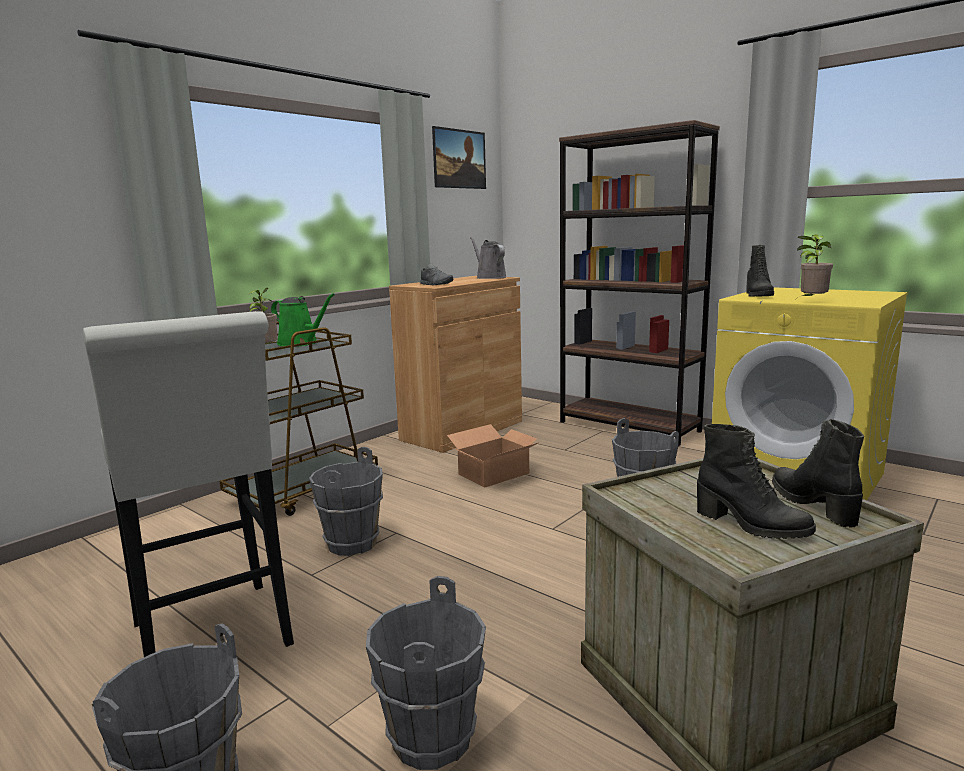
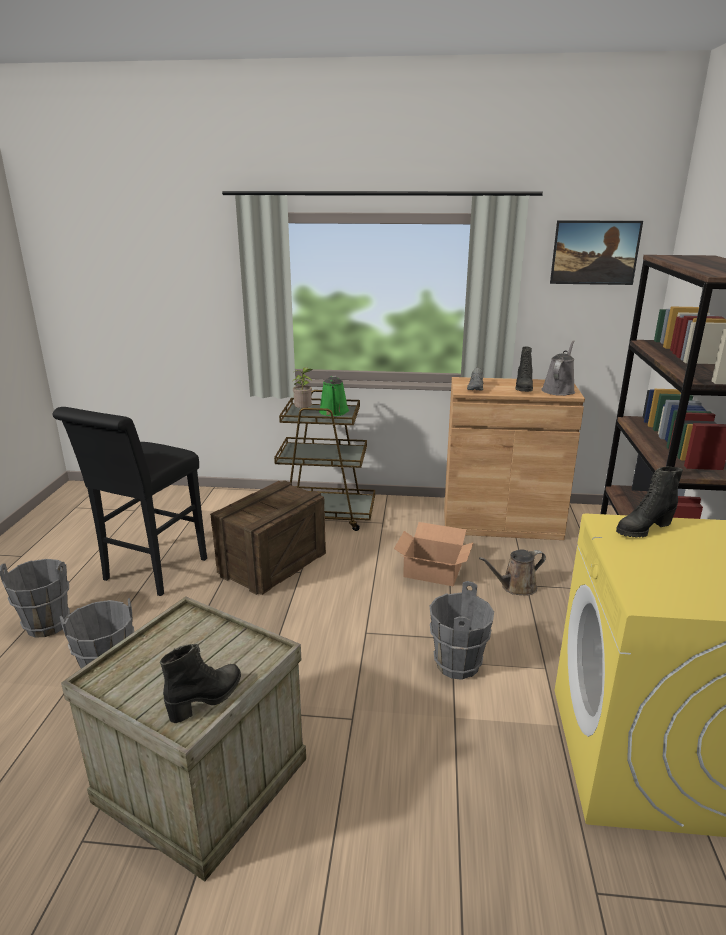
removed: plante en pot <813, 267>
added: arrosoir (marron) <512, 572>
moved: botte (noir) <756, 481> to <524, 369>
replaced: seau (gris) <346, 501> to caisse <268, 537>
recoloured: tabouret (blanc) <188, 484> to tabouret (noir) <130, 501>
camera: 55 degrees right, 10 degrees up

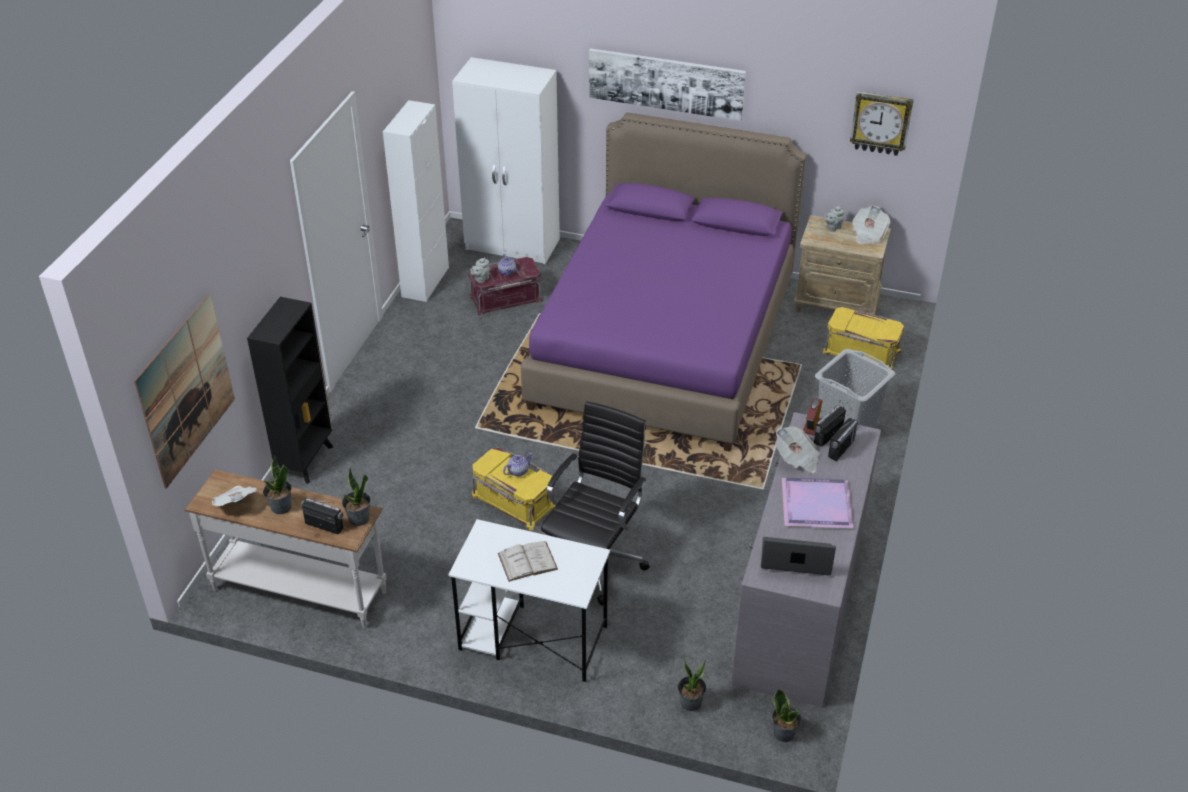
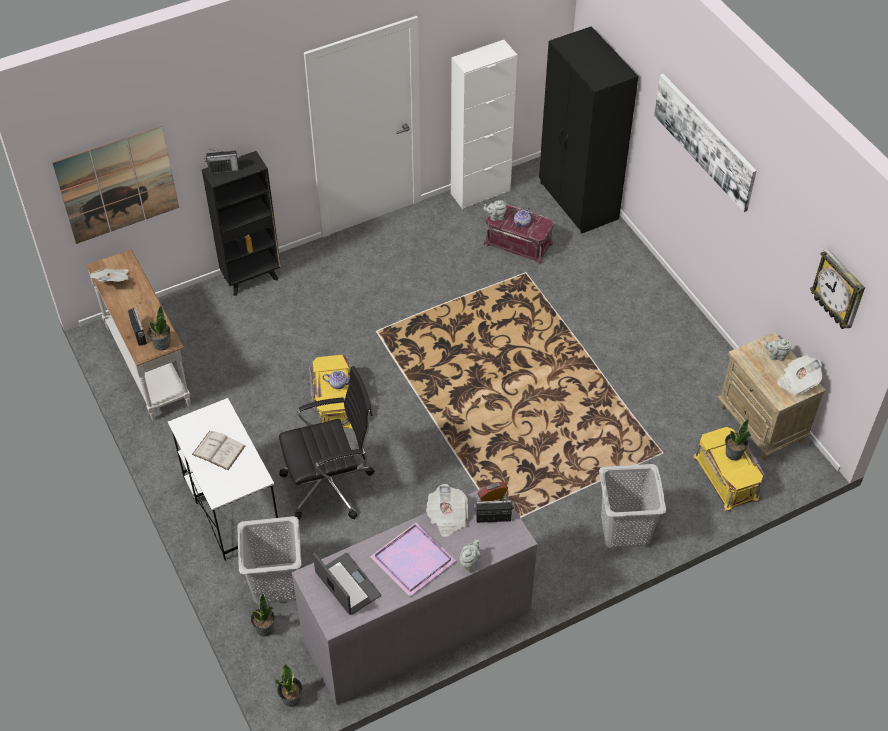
removed: lit (violet) <663, 282>
added: panier à linge (gris) <269, 560>; théière (gris) <470, 556>
moved: plante en pot <277, 485> to <738, 440>; radio <843, 439> to <222, 161>
recoloured: armoire (blanc) <506, 160> to armoire (noir) <588, 130>
camera: 45 degrees right, 10 degrees up

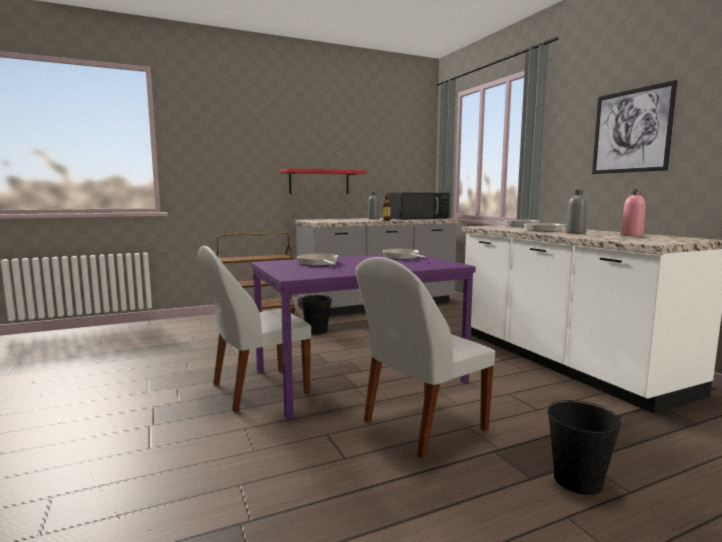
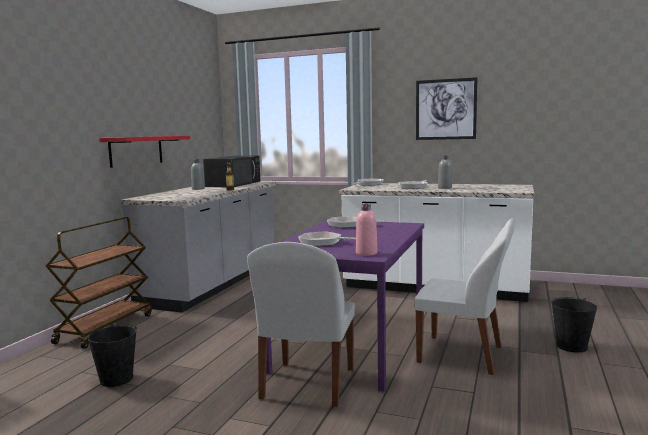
moved: seau (noir) <316, 314> to <112, 356>; bouteille (rose) <633, 213> to <366, 229>
turned: chaise (blanc) <425, 358> = <464, 296> 75 degrees counterclockwise
camera: 45 degrees left, 0 degrees up

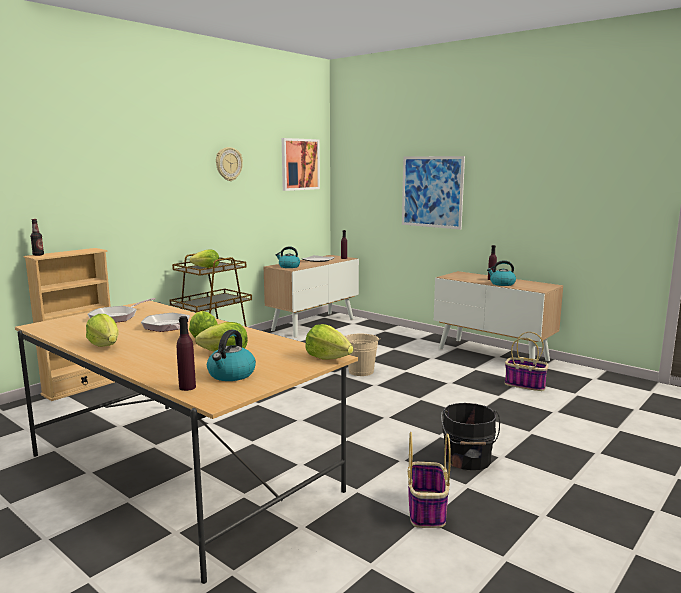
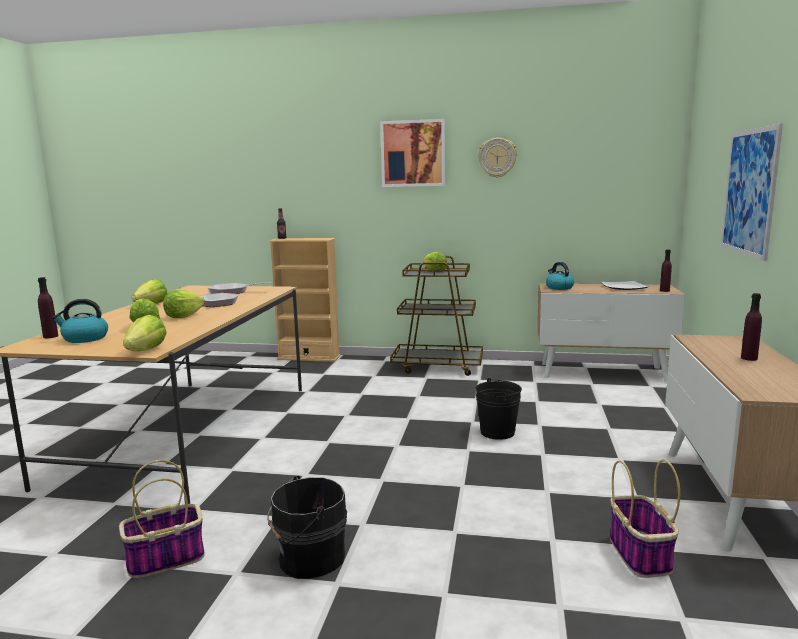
removed: bouilloire <501, 273>
moved: tableau <301, 164> to <412, 153>
recoloured: seau (beige) <363, 355> to seau (noir) <499, 409>
camera: 60 degrees right, 0 degrees up

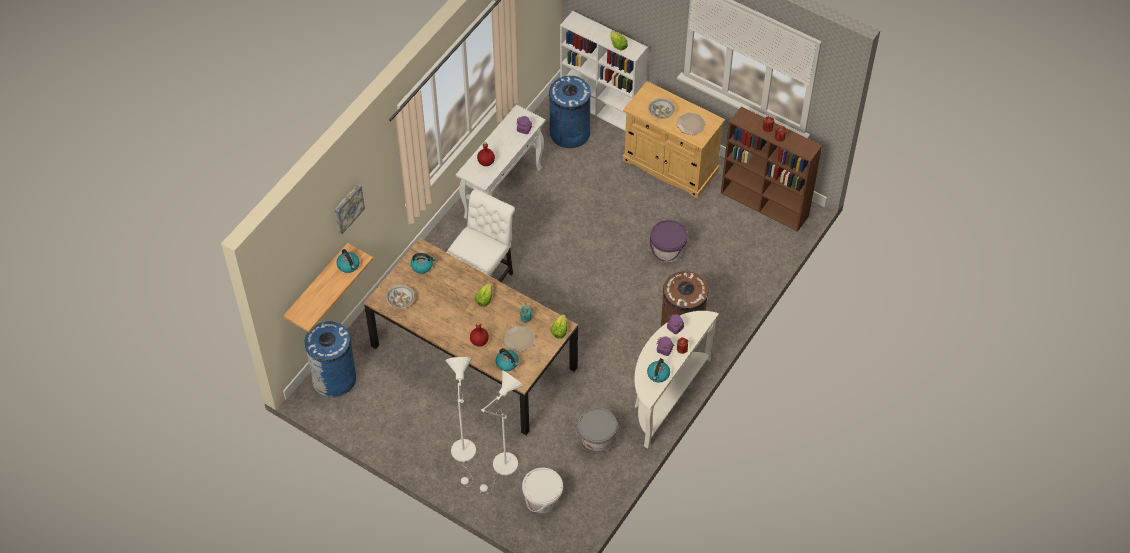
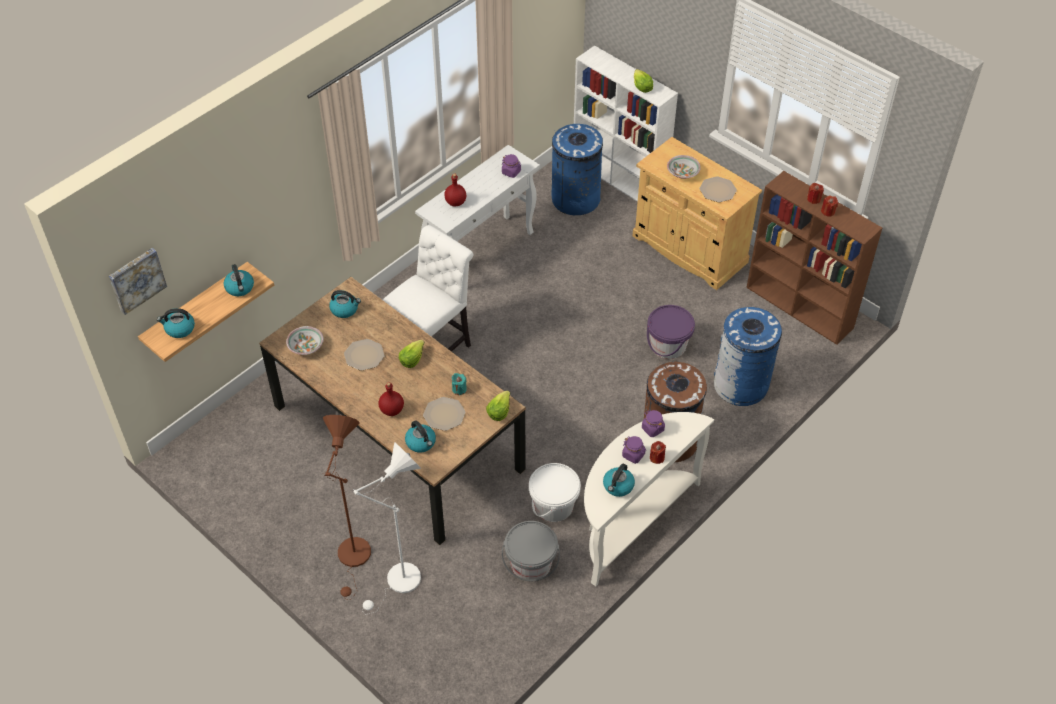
added: bouilloire <176, 323>; assiette <364, 355>
moved: poubelle (bleu) <330, 359> to <748, 356>; tableau <350, 209> to <138, 281>; seau (blanc) <542, 490> to <555, 492>
recoloured: lampadaire (blanc) <461, 421> to lampadaire (marron) <347, 507>
camera: 10 degrees right, 5 degrees down

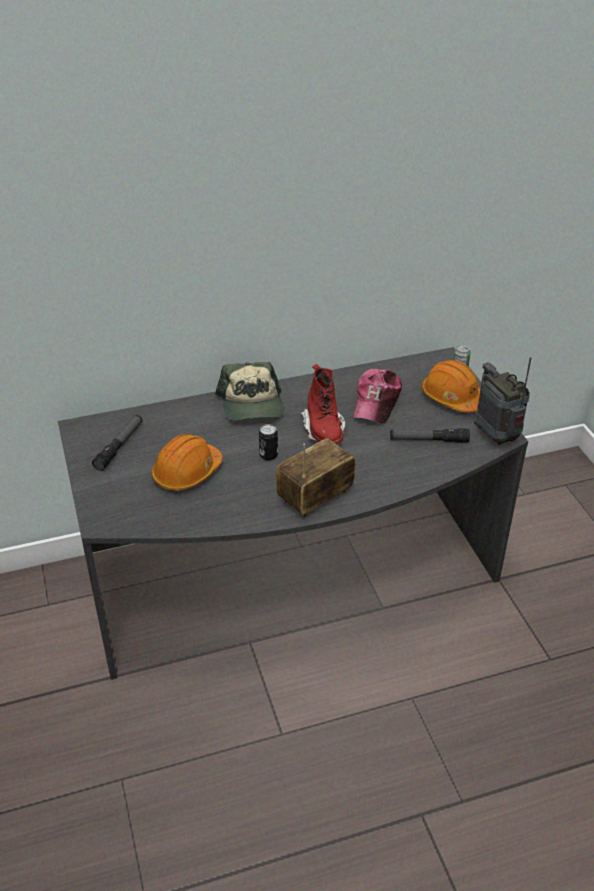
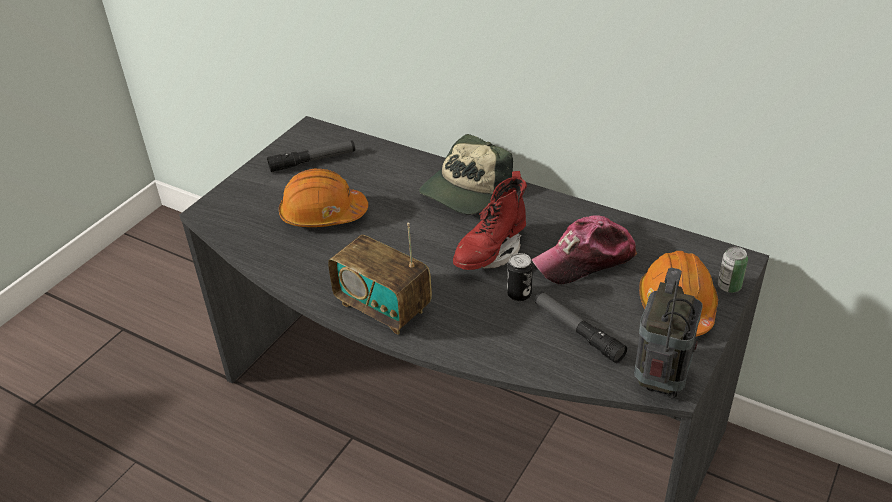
moved: boîte métallique <268, 442> to <520, 277>
turned: radio <315, 478> = <380, 279> 150 degrees counterclockwise
camera: 50 degrees right, 0 degrees up

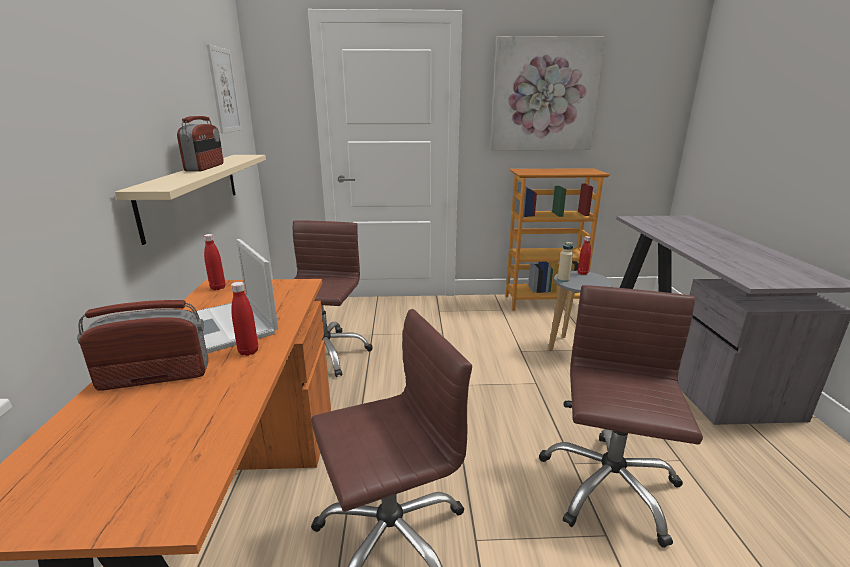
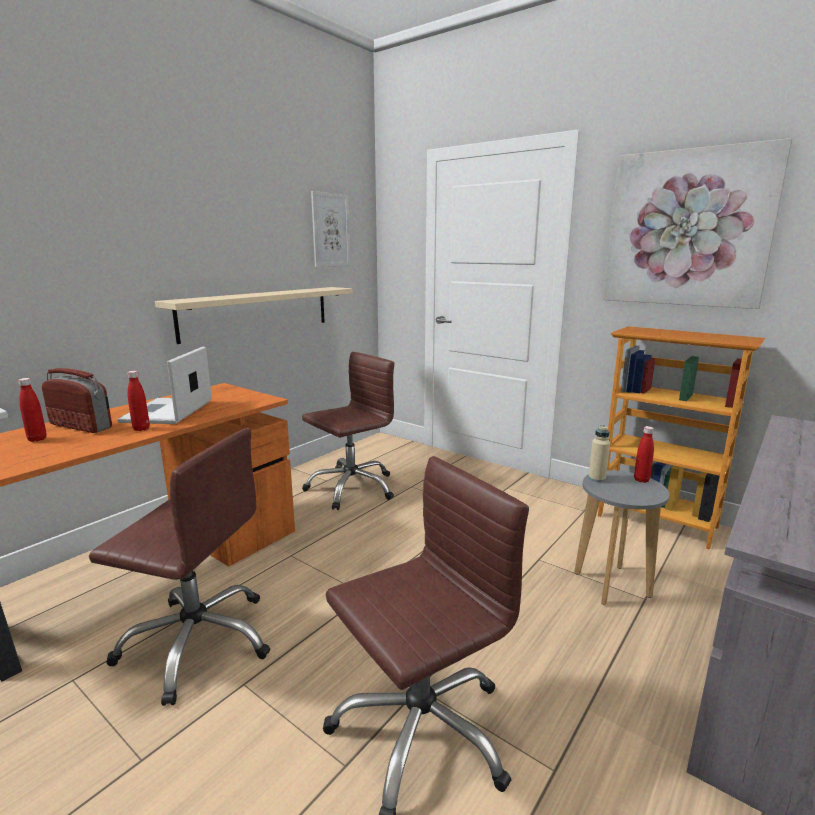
removed: radio <200, 144>
moved: bouteille (rouge) <214, 262> to <32, 410>
camera: 40 degrees right, 5 degrees down

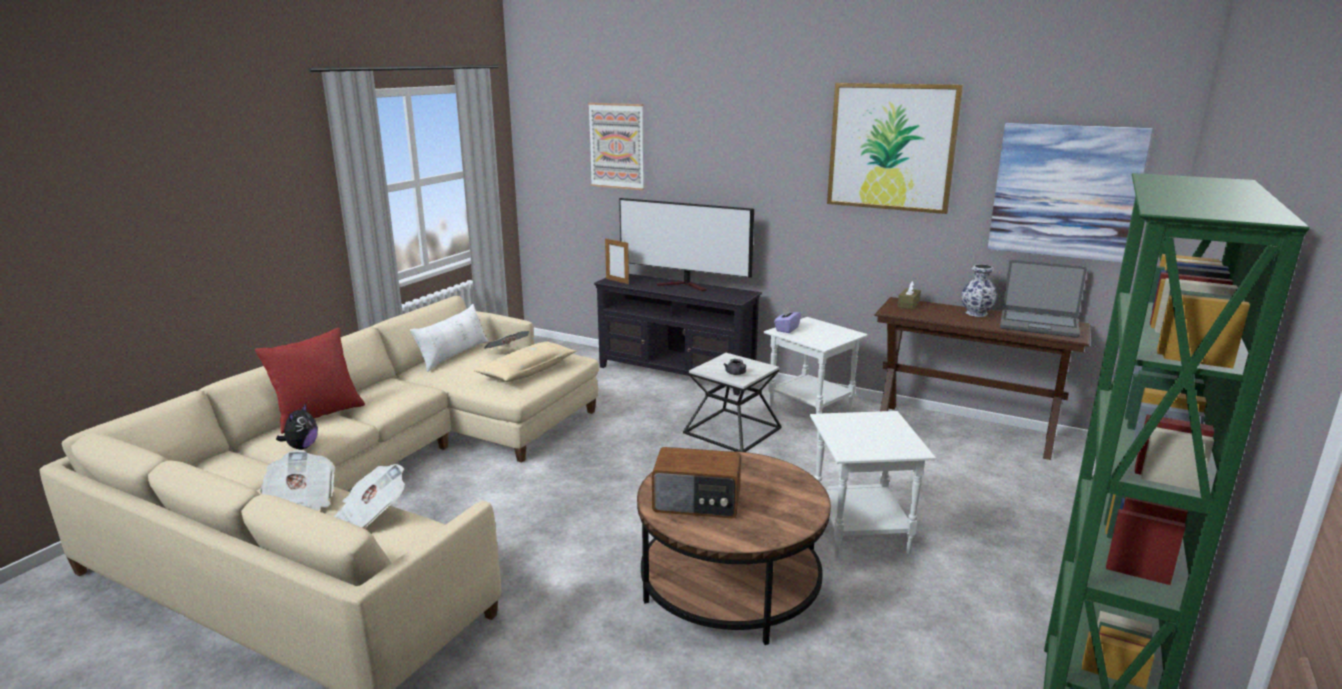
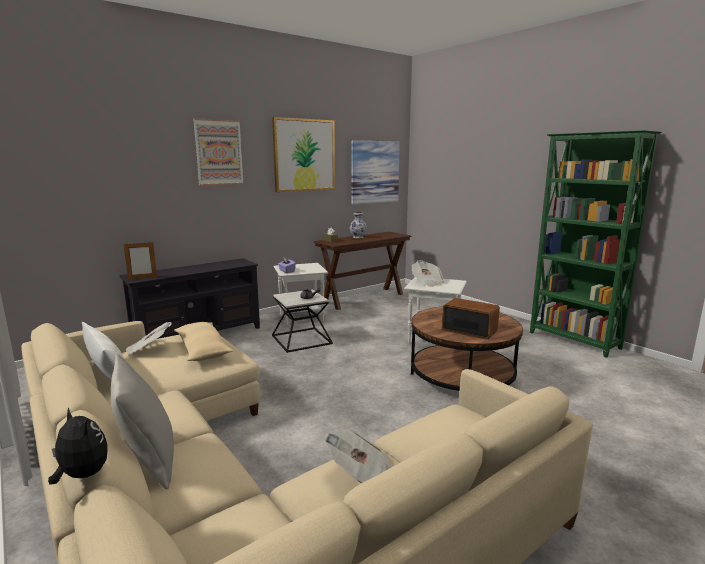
removed: téléviseur <686, 244>; ordinateur portable <1043, 299>
moved: peluche <297, 426> to <78, 445>; journal <369, 496> to <428, 273>; tableau <616, 146> to <218, 152>
recoloured: coussin (rouge) <310, 381> to coussin (gris) <142, 421>
turned: radio <696, 482> = <471, 319> 90 degrees counterclockwise
camera: 65 degrees left, 5 degrees down

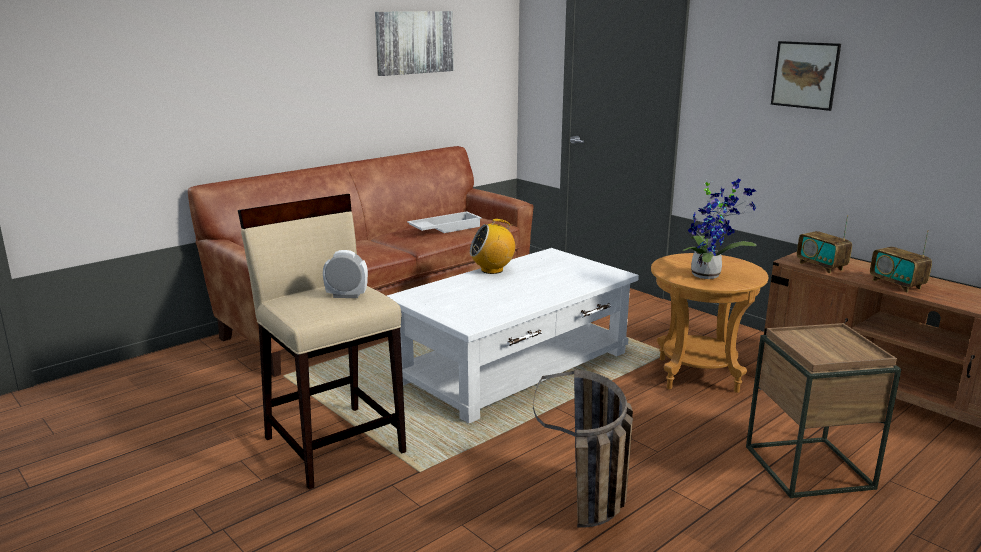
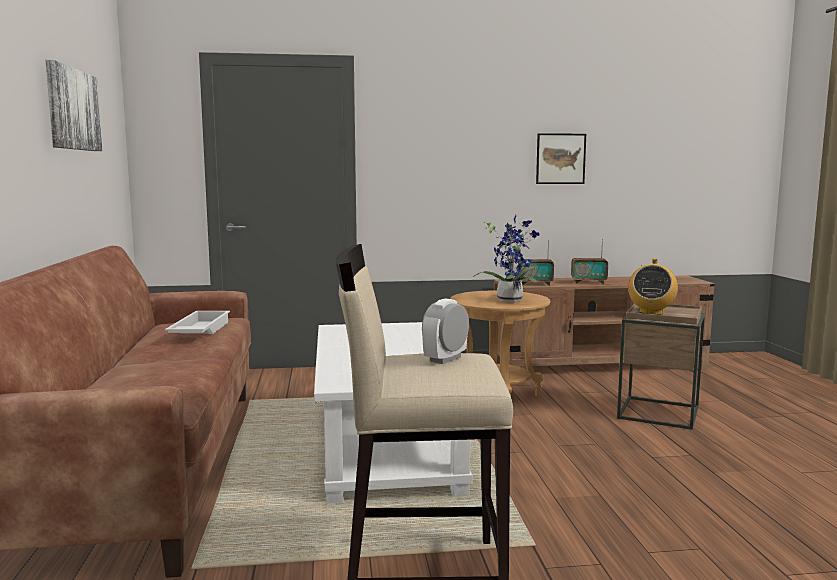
removed: panier <583, 448>
moved: radio <492, 246> to <653, 286>; tableau <806, 76> to <561, 158>
camera: 55 degrees left, 10 degrees down

